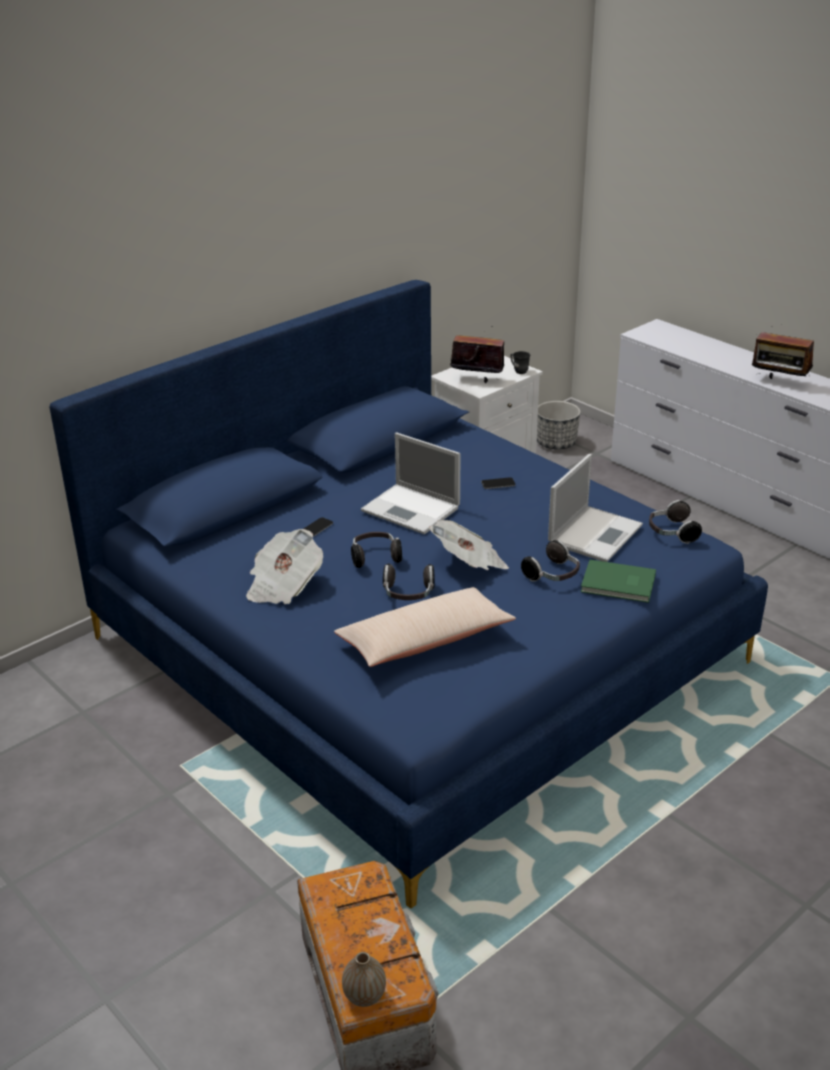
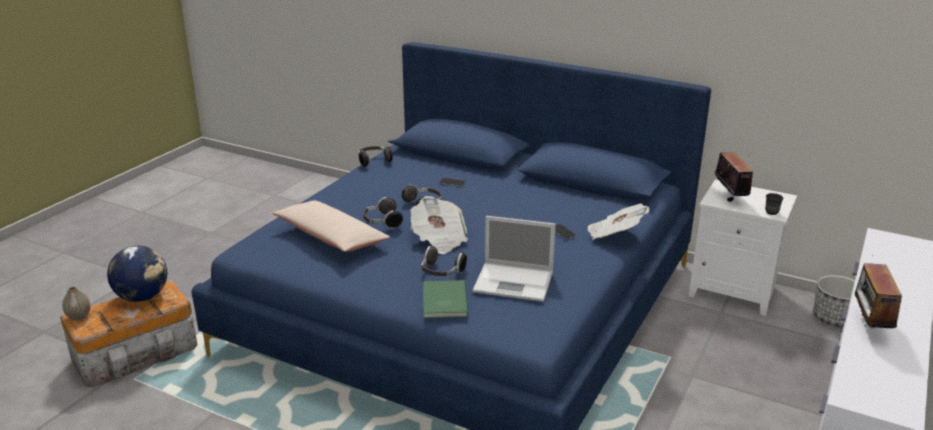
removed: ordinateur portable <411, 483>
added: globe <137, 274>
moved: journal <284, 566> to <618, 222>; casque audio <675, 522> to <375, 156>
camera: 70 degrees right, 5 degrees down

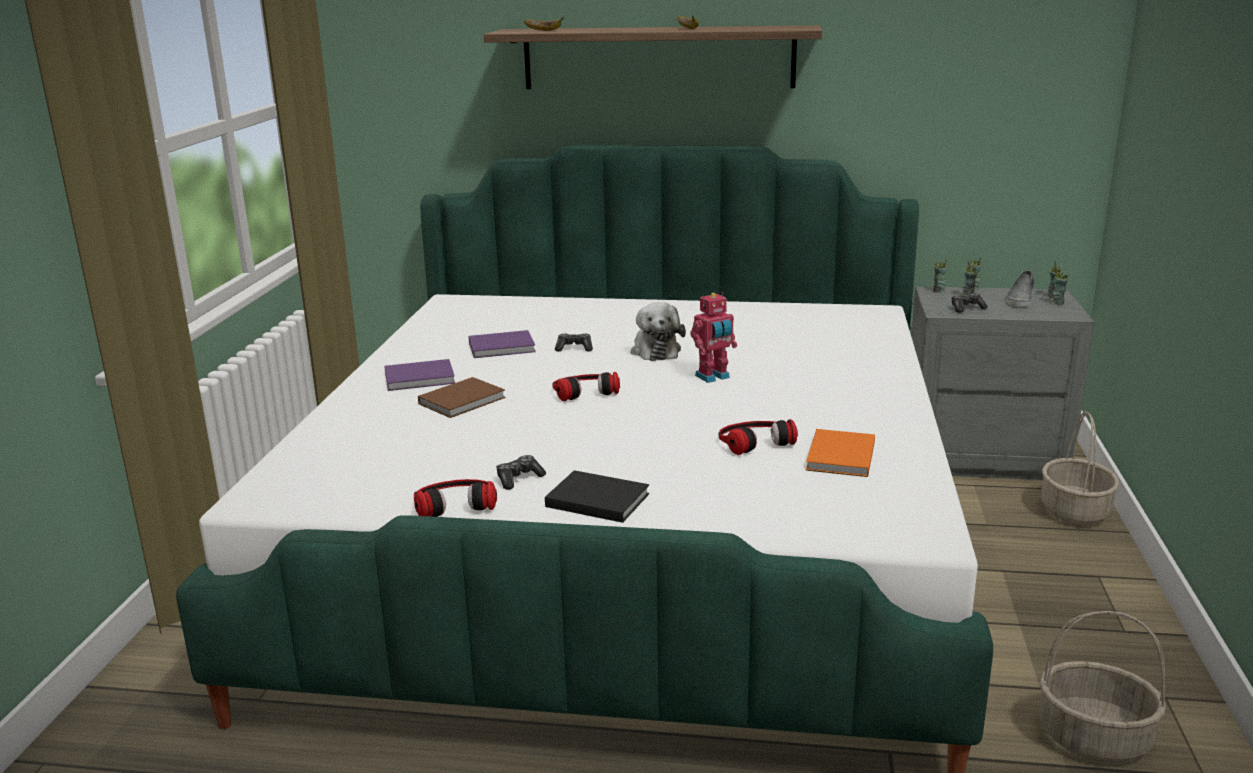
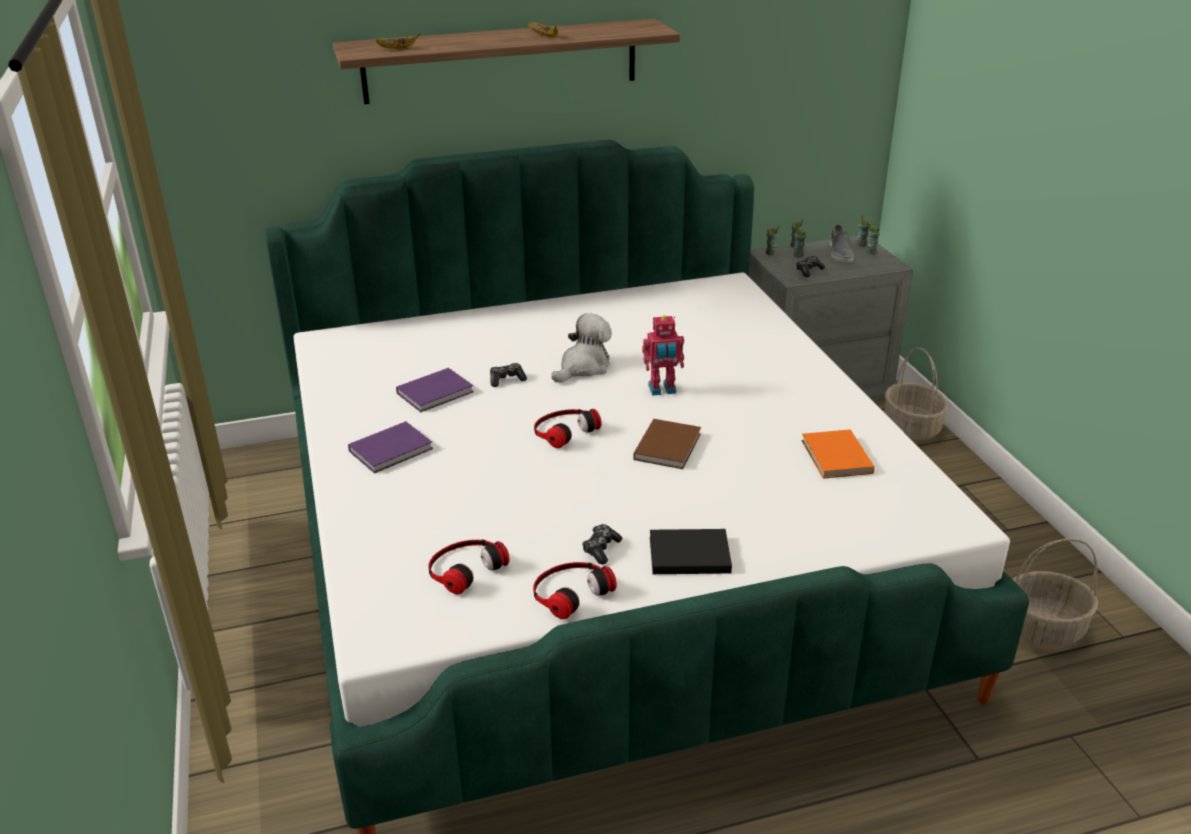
moved: livre (marron) <462, 397> to <667, 444>; casque audio <758, 437> to <469, 567>
turned: peluche <658, 331> = <581, 347> 105 degrees counterclockwise; robot jouet <713, 337> = <663, 356> 45 degrees clockwise
camera: 25 degrees left, 10 degrees up

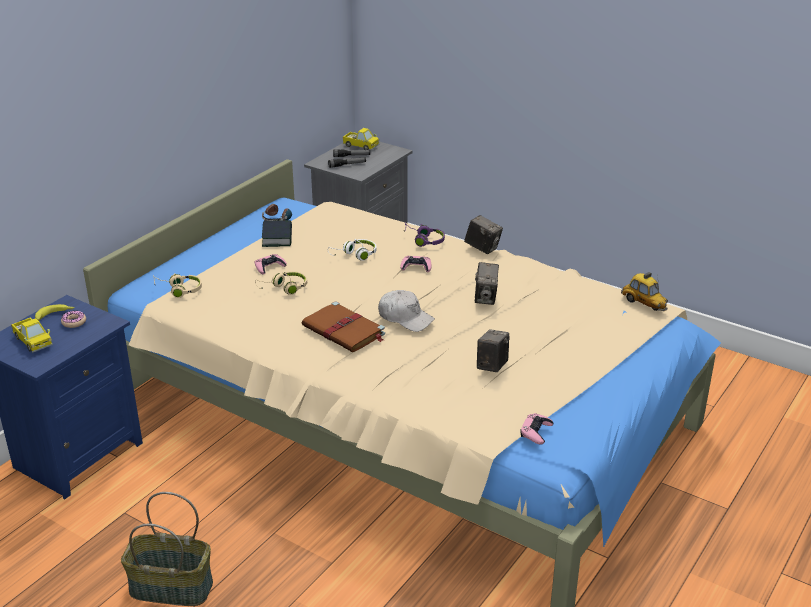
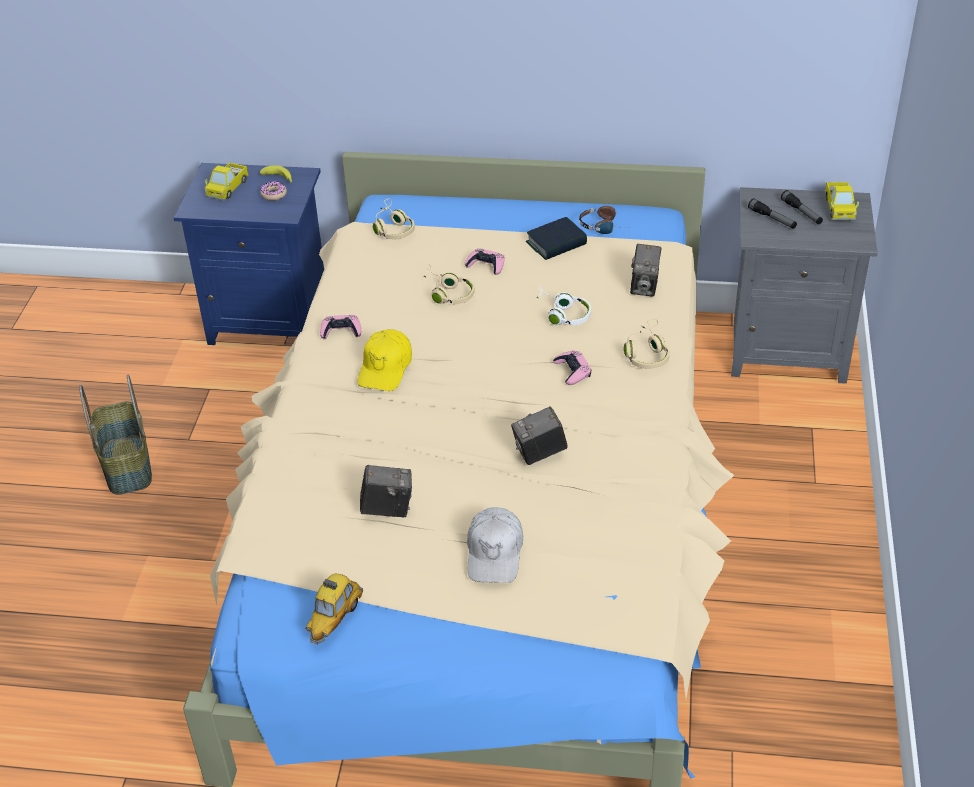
moved: casquette (blanc) <406, 311> to <495, 545>; appareil photo <483, 234> to <645, 270>; manette (rose) <536, 429> to <340, 327>; petite voiture <644, 291> to <334, 609>
replaced: livre (marron) <343, 327> to casquette (jaune) <384, 360>
recoloured: casque audio (violet) <424, 234> to casque audio (beige) <647, 344>
camera: 65 degrees right, 10 degrees up

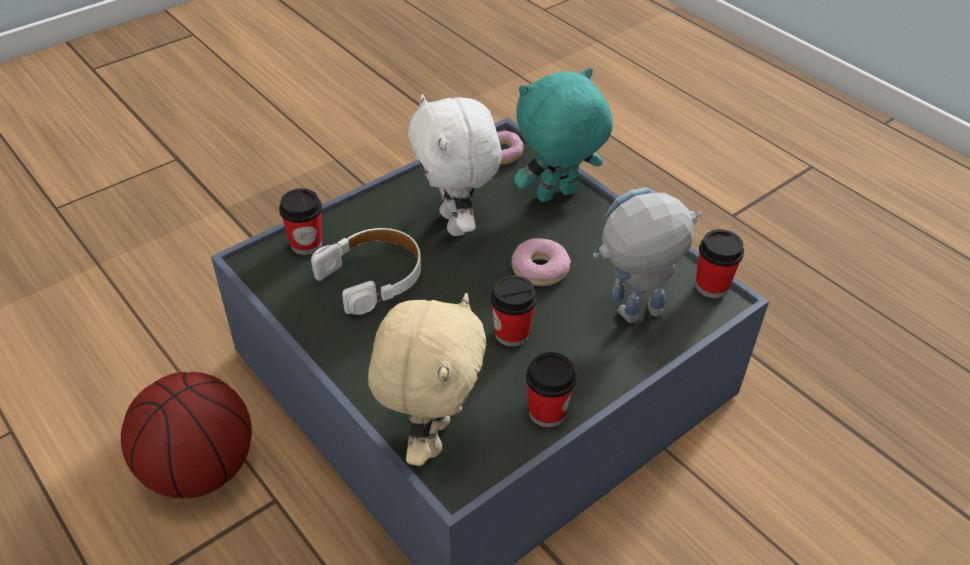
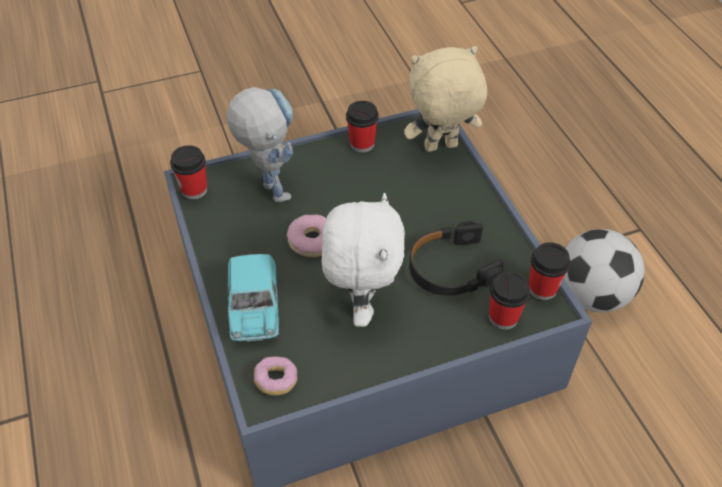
moved: tasse <514, 311> to <549, 271>
replaced: ballon de basket <186, 435> to ballon de foot <604, 270>; peluche (turquoise) <563, 135> to petite voiture (turquoise) <253, 298>
recoloured: casque audio (blanc) <366, 271> to casque audio (noir) <456, 258>
turned: peluche (beige) <427, 379> = <445, 99> 45 degrees clockwise; robot jouet <648, 255> = <259, 144> 120 degrees counterclockwise
camera: 160 degrees left, 5 degrees up

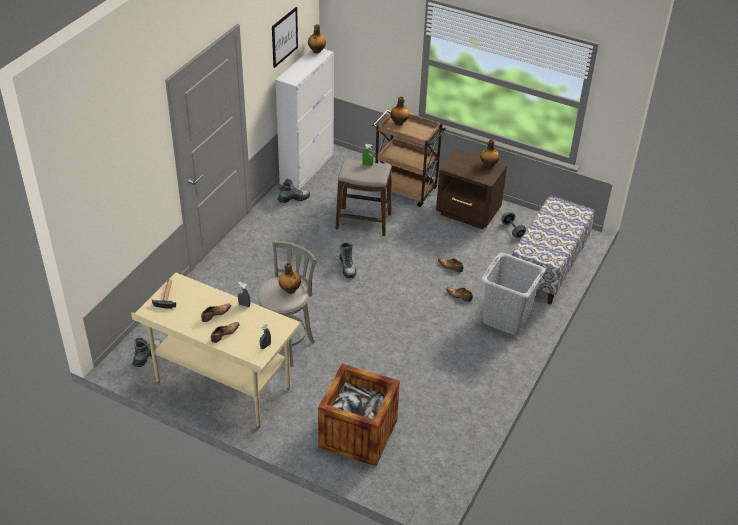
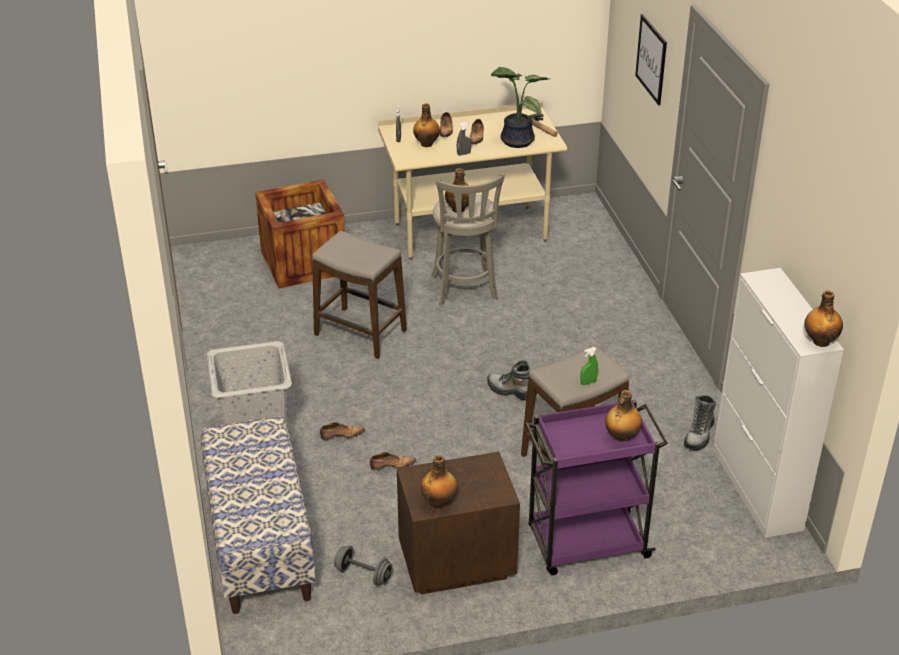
removed: botte <147, 352>
added: tabouret <359, 295>; bouteille <426, 125>; plante en pot <520, 107>
moved: tableau <285, 37> to <651, 59>
recoloured: chariot (marron) <409, 158> to chariot (violet) <596, 487>
camera: 140 degrees right, 5 degrees down

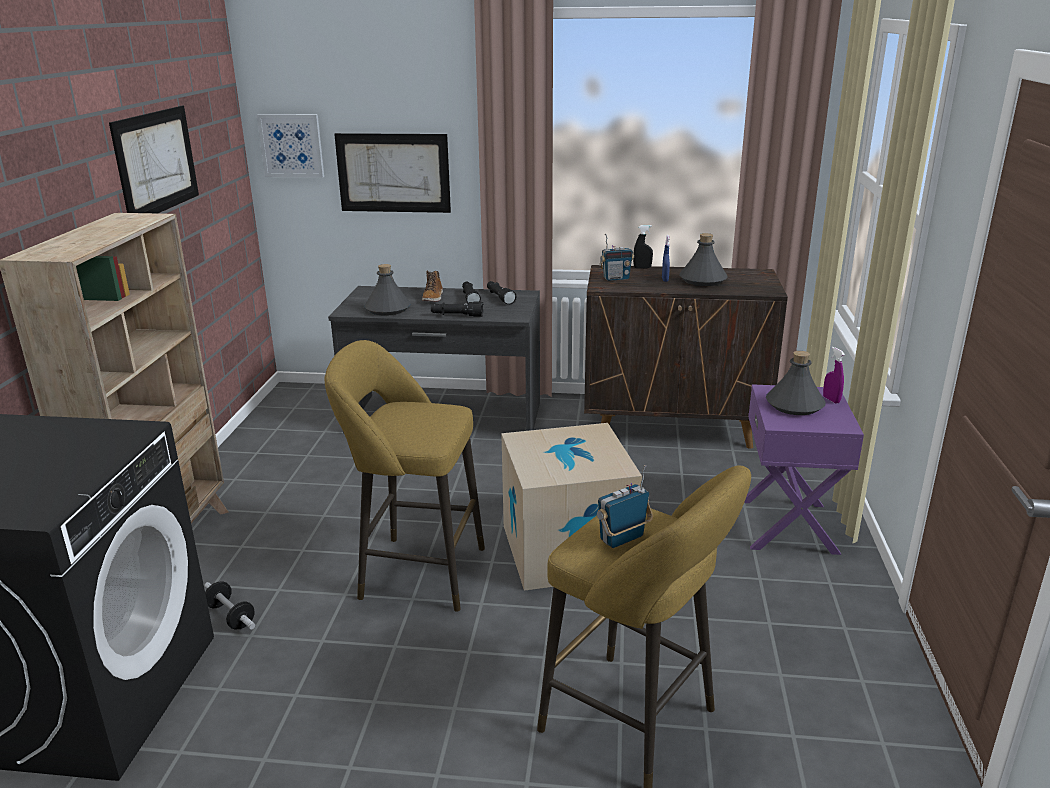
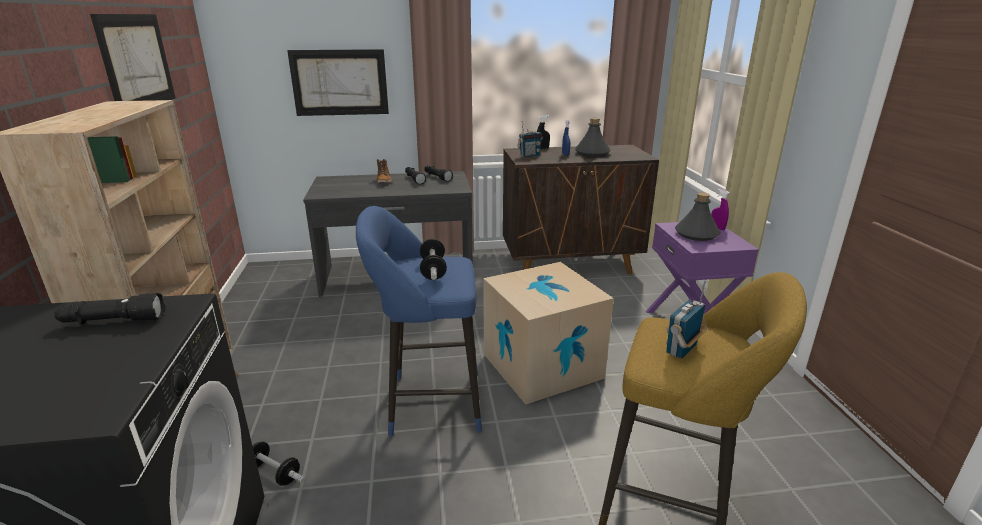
removed: tableau <290, 146>; bouteille (gris) <387, 290>
added: haltère <433, 259>
moved: lampe de poche (noir) <457, 309> to <109, 308>
recoloured: tabouret (jaune) <405, 476> to tabouret (bleu) <419, 321>
camera: 15 degrees left, 0 degrees up

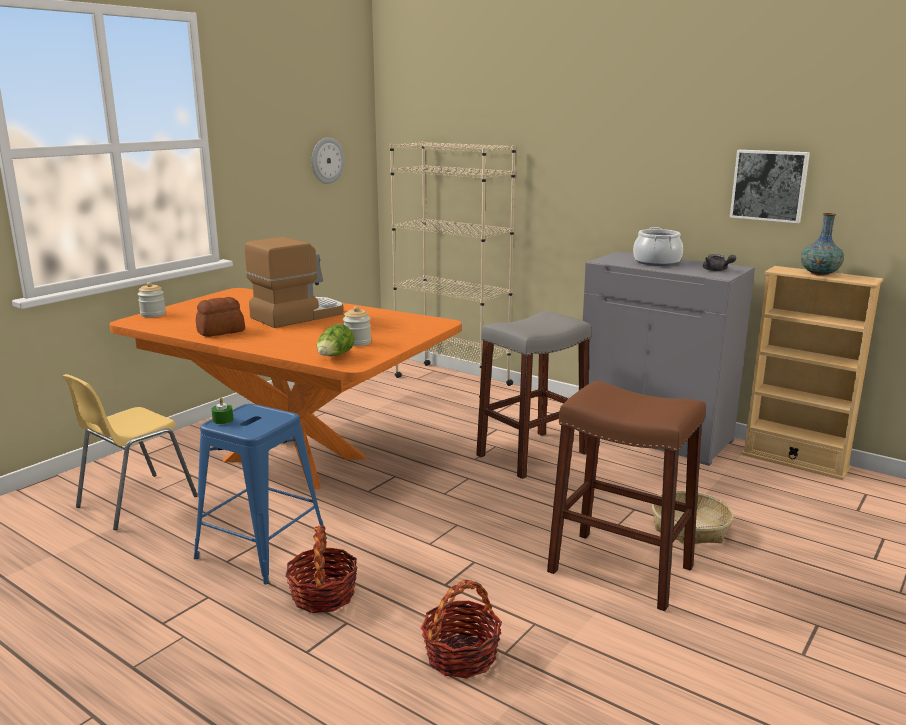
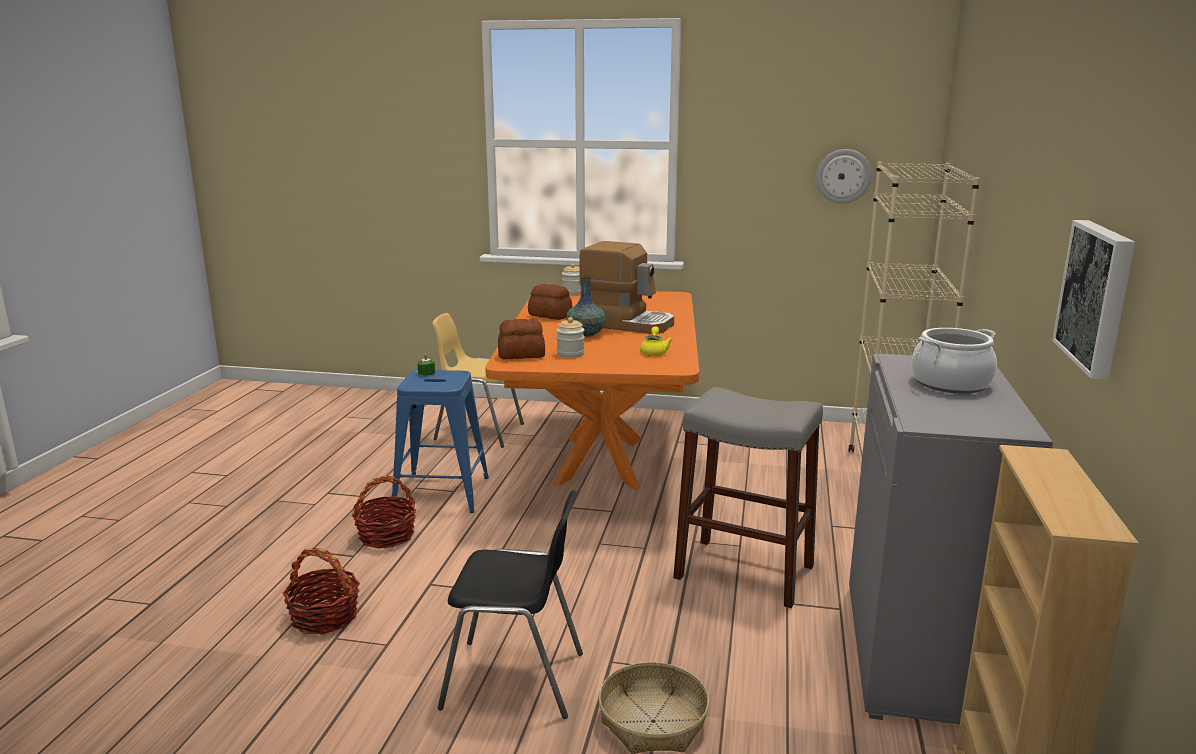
removed: théière (gris) <719, 262>
added: théière (jaune) <656, 341>
moved: vase <822, 244> to <586, 306>
replaced: laitue <335, 340> to pain <521, 339>; tabouret (marron) <626, 496> to chaise (noir) <510, 604>
camera: 65 degrees right, 0 degrees up

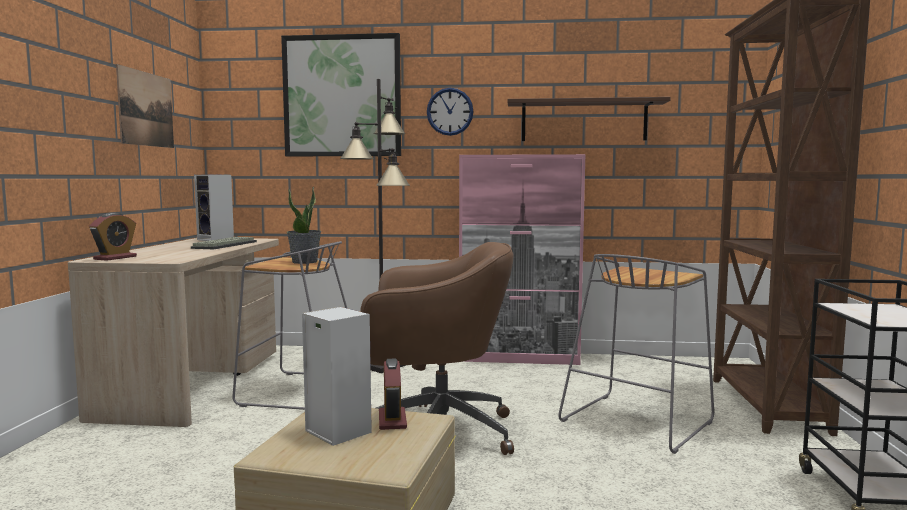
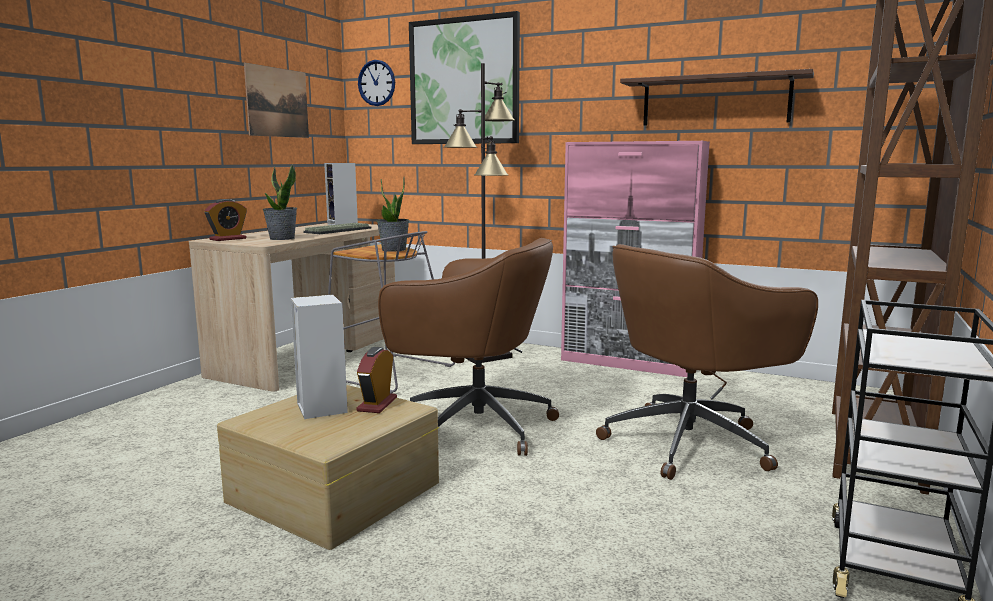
added: plante en pot <280, 202>
moved: horloge murale <450, 112> to <376, 83>
replaced: tabouret (gris) <636, 354> to chaise de bureau (marron) <707, 362>
camera: 20 degrees right, 5 degrees up

